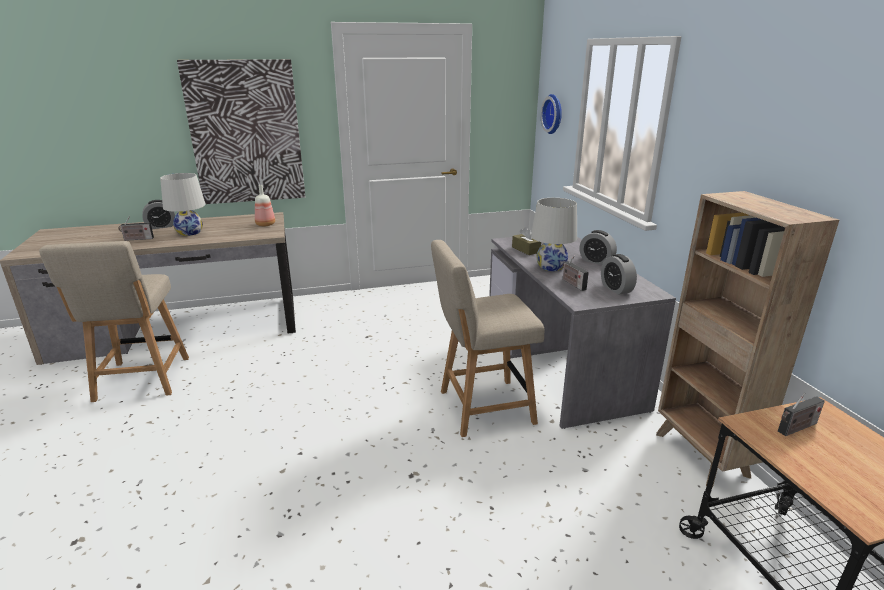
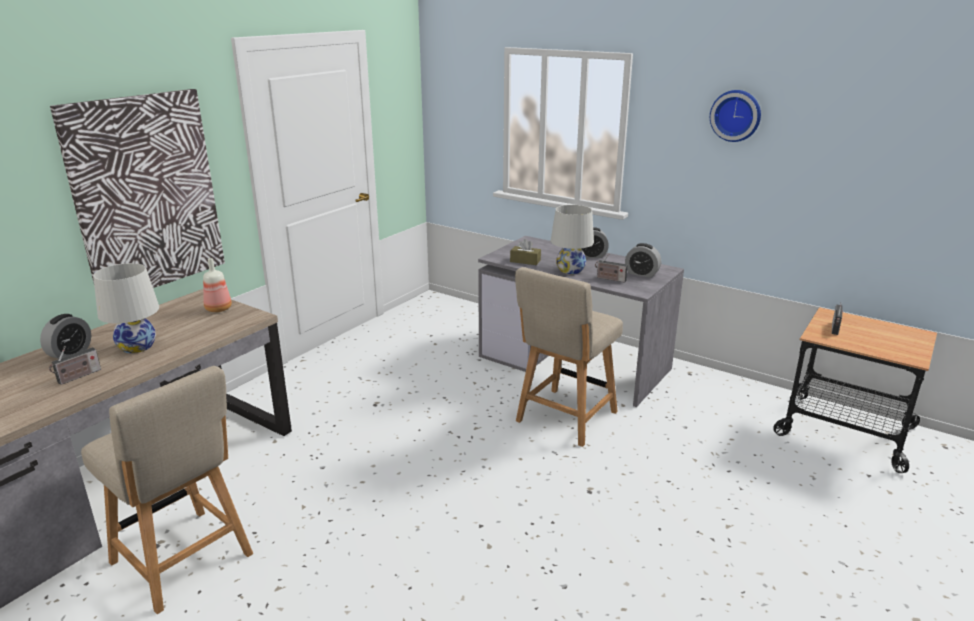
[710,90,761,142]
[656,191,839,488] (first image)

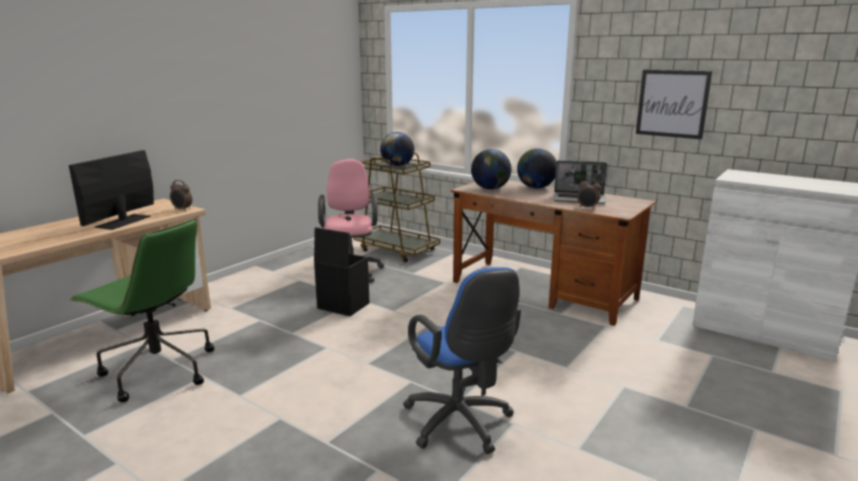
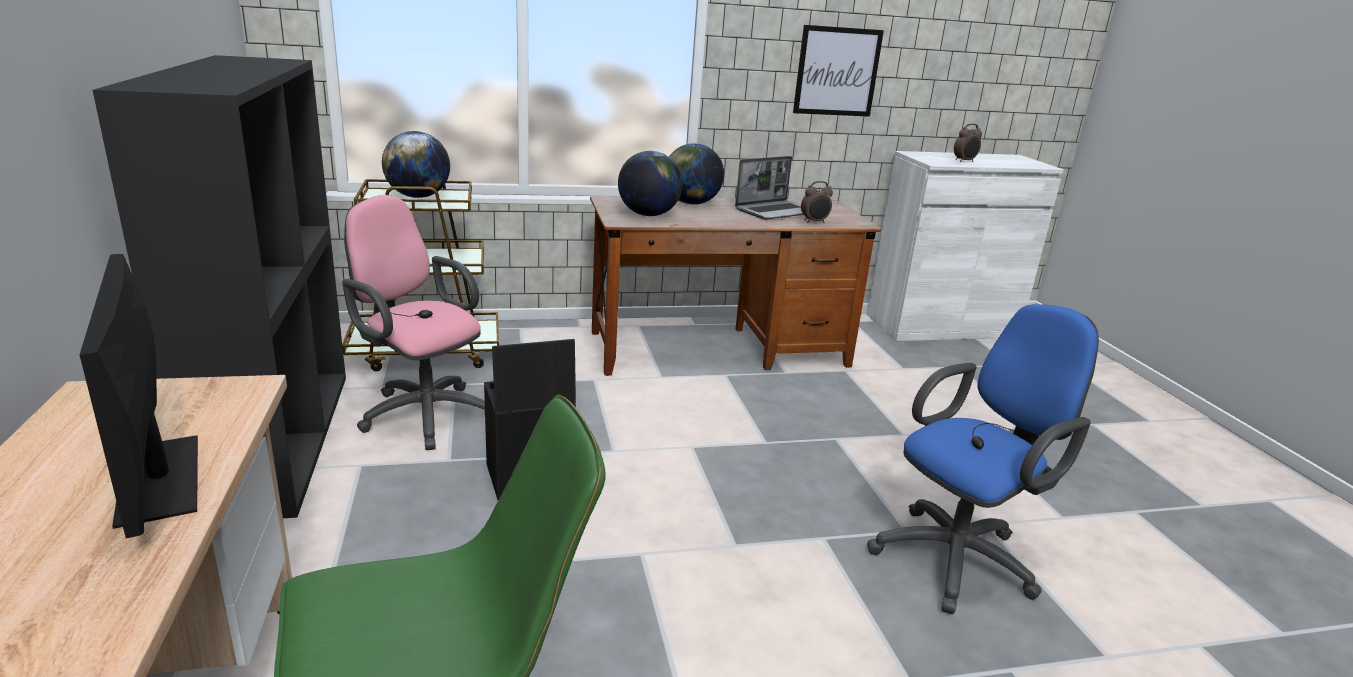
[954,124,982,162]
[867,304,1099,614]
[93,55,346,518]

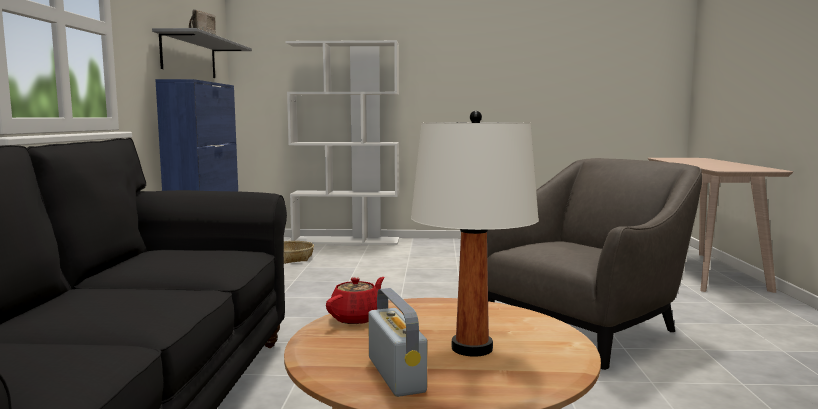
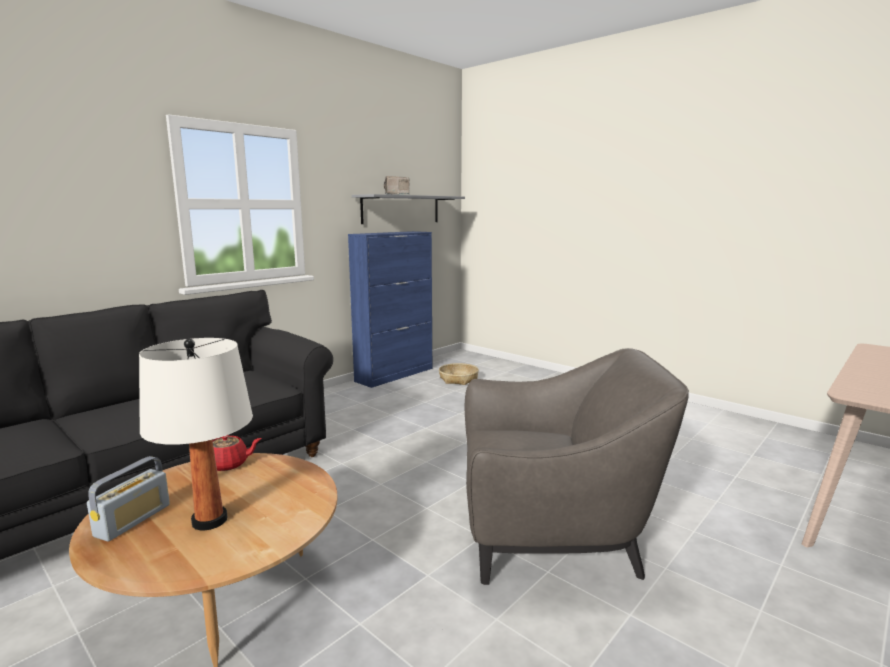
[285,40,399,245] (first image)

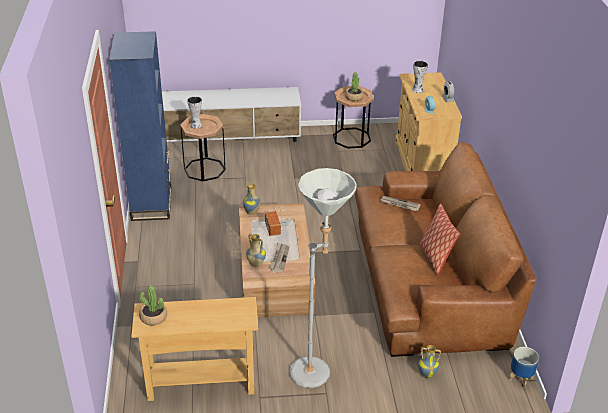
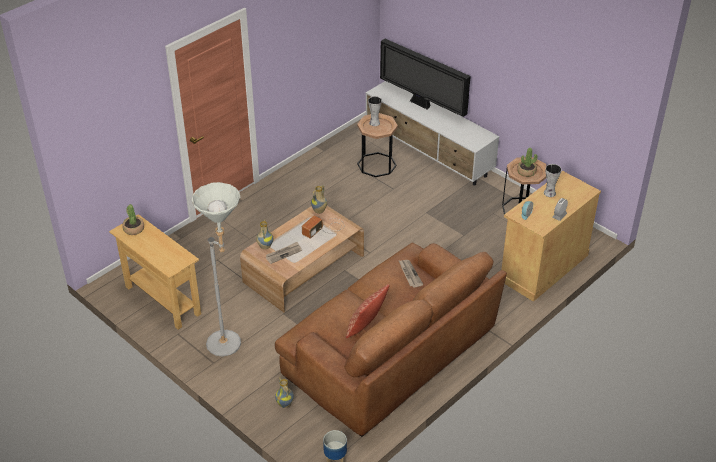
[109,31,171,221] (first image)
[380,39,471,117]

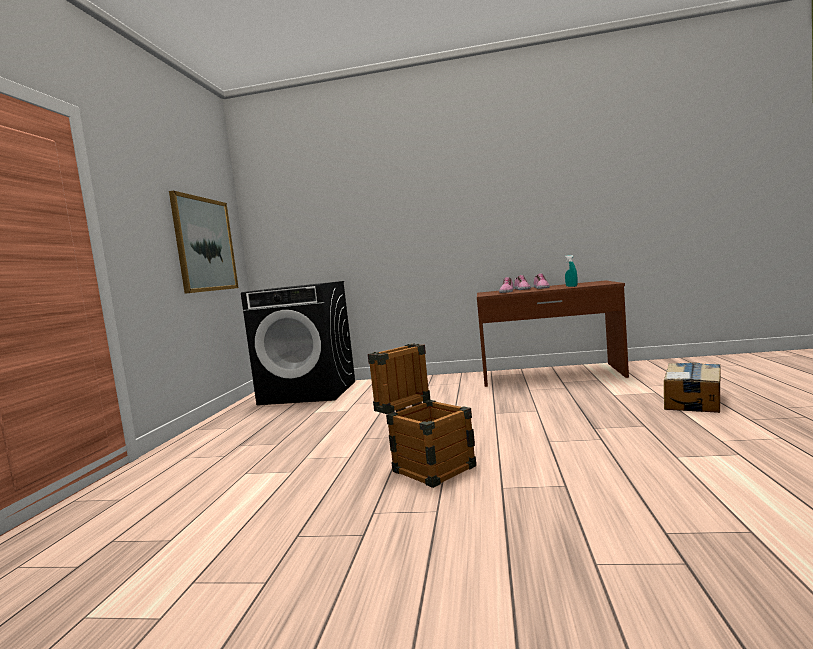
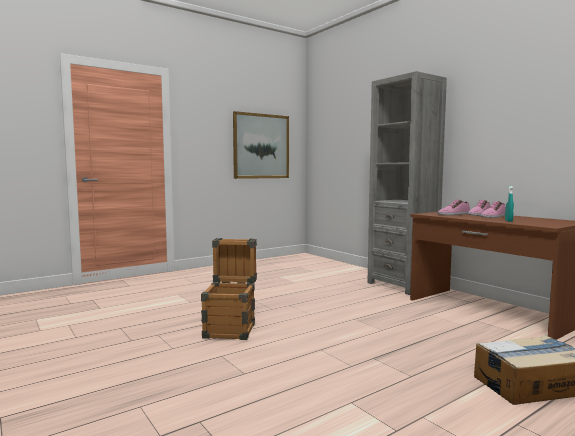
[241,281,355,405] (first image)
[367,71,447,295]

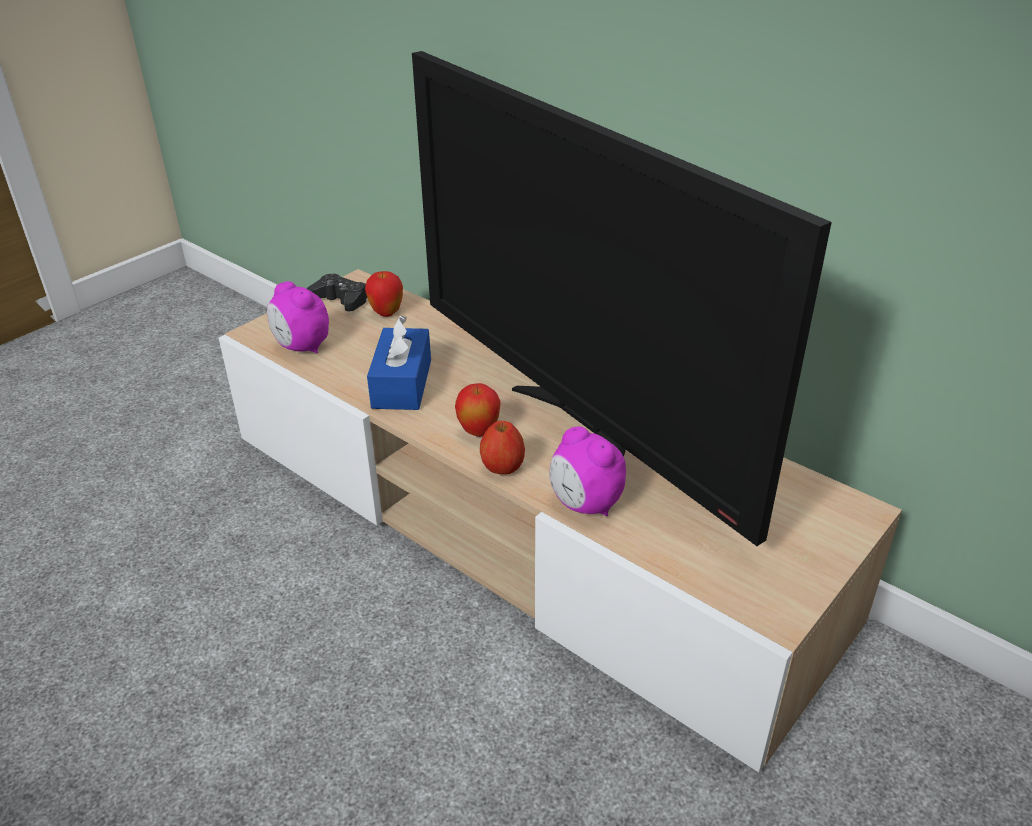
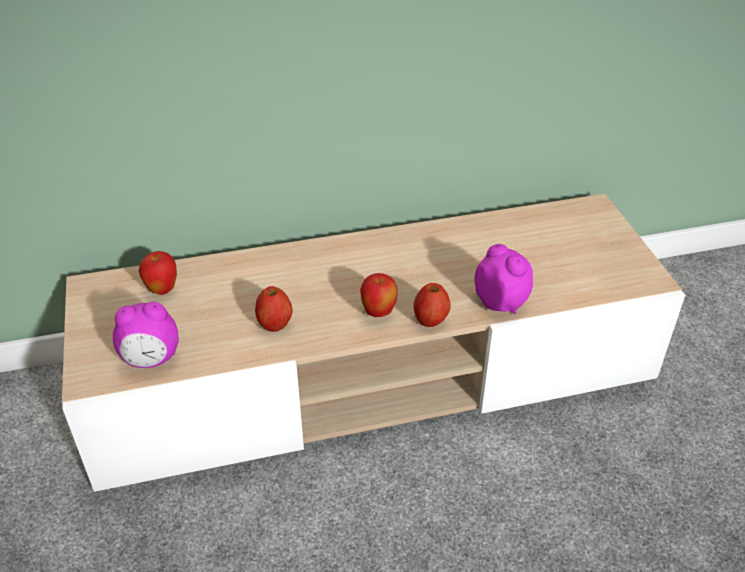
[412,51,832,546] (first image)
[307,273,367,311] (first image)
[255,286,293,332]
[474,244,533,314]

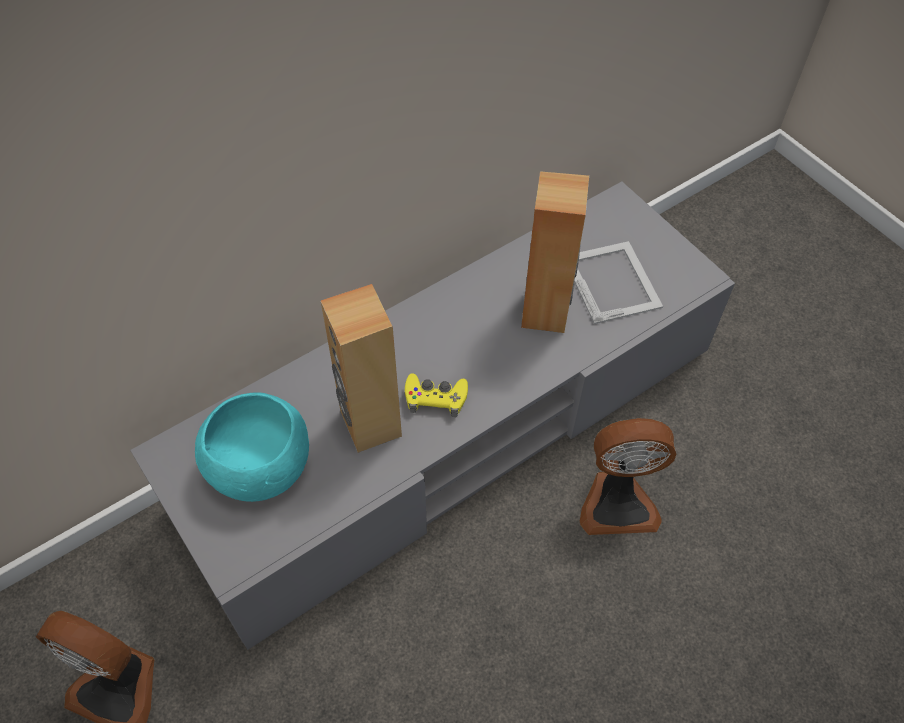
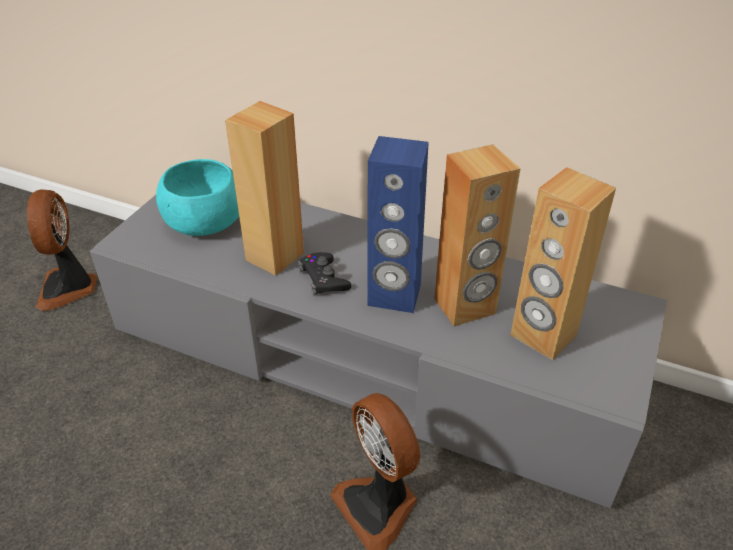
[511,167,616,360]
[298,252,351,295]
[367,136,429,313]

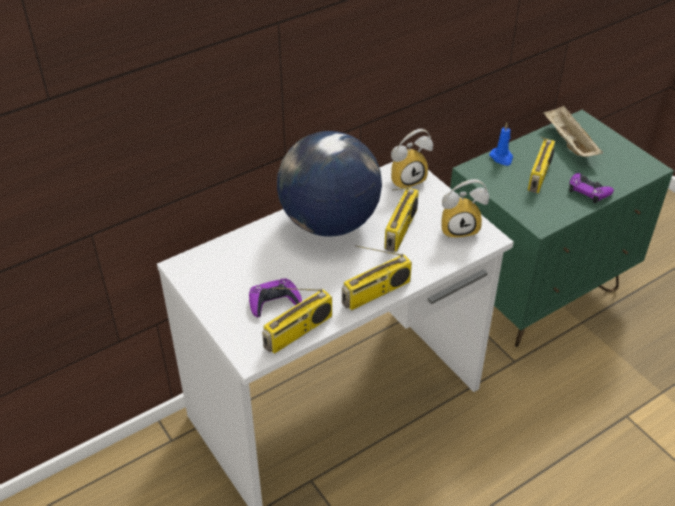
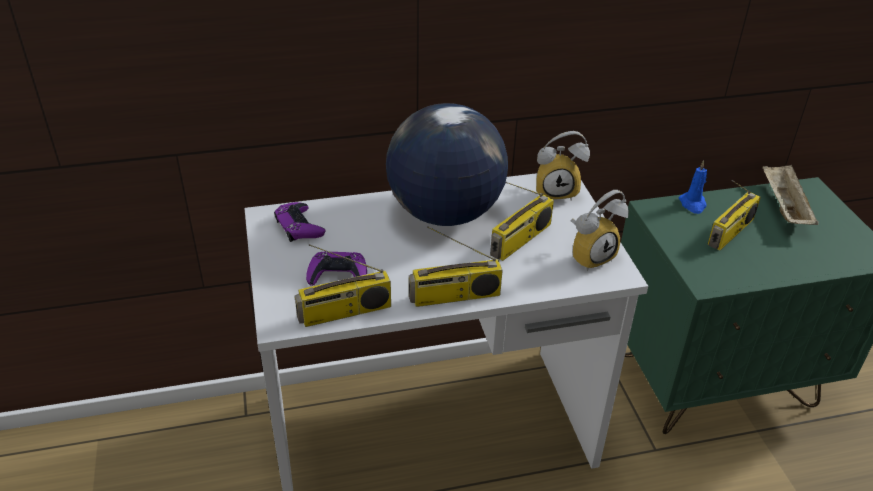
[274,202,326,242]
[571,190,629,271]

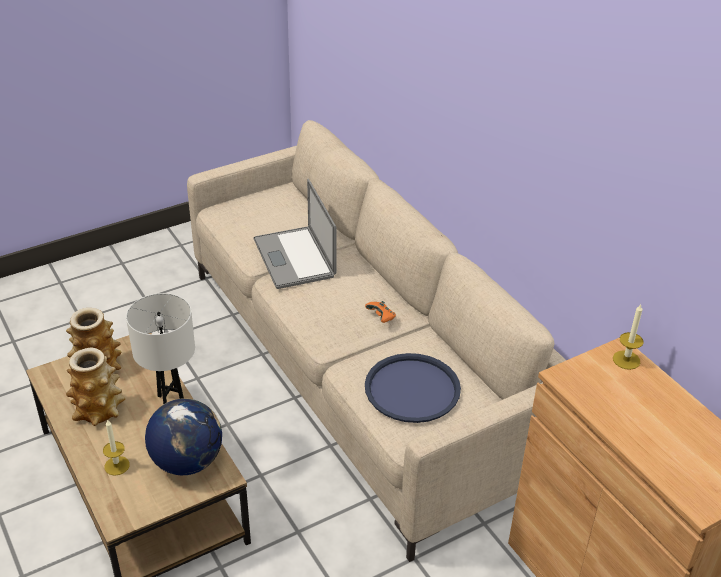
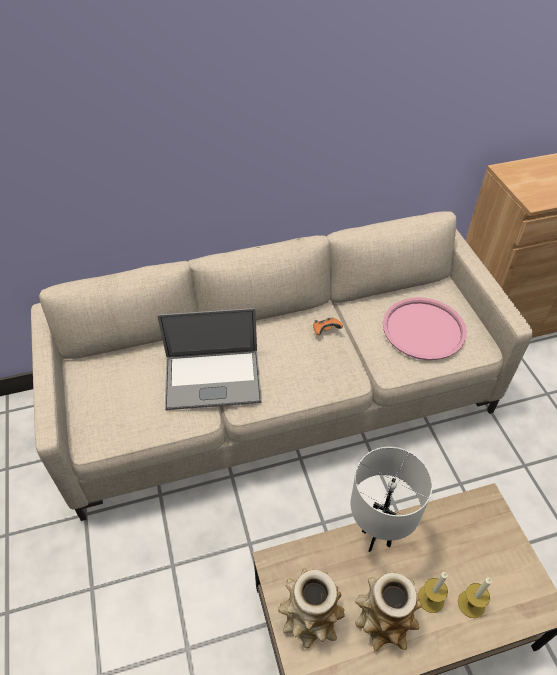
[417,572,448,613]
[383,297,467,360]
[145,398,222,475] (first image)

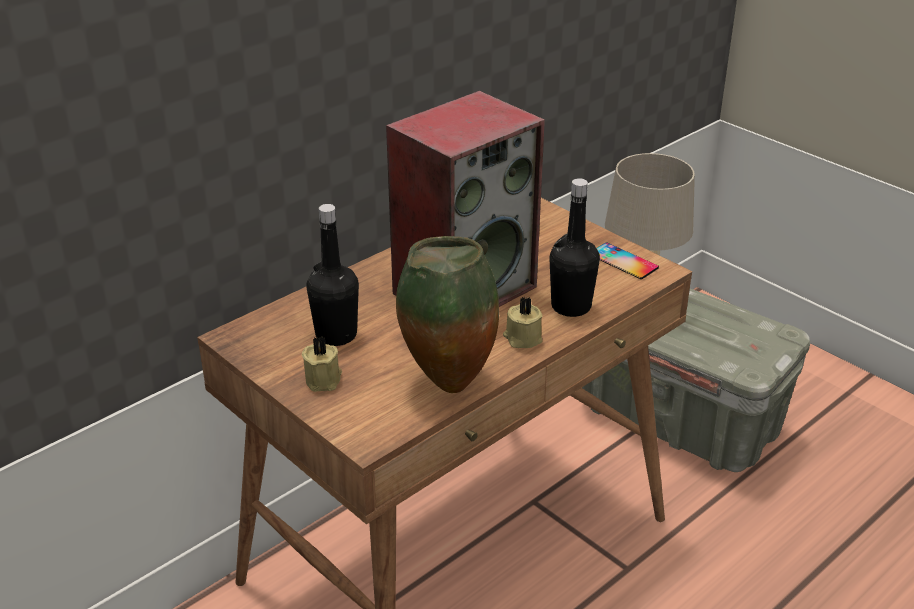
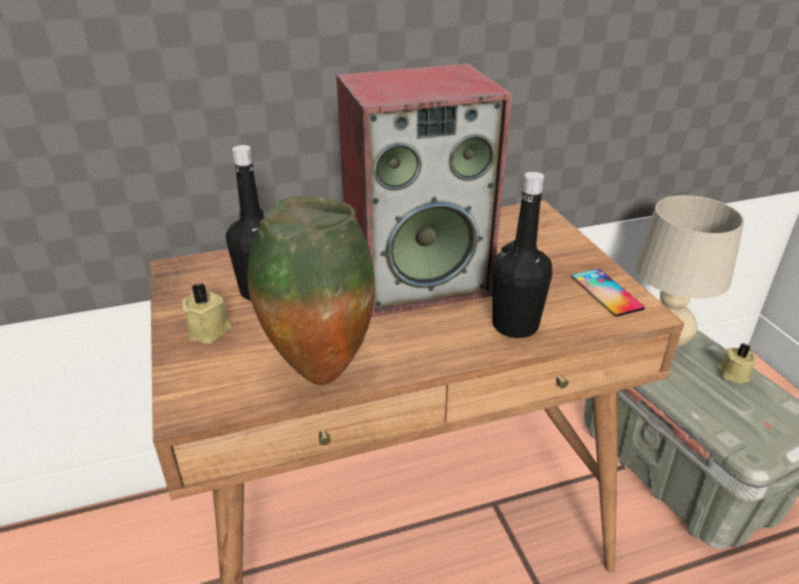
[717,343,756,383]

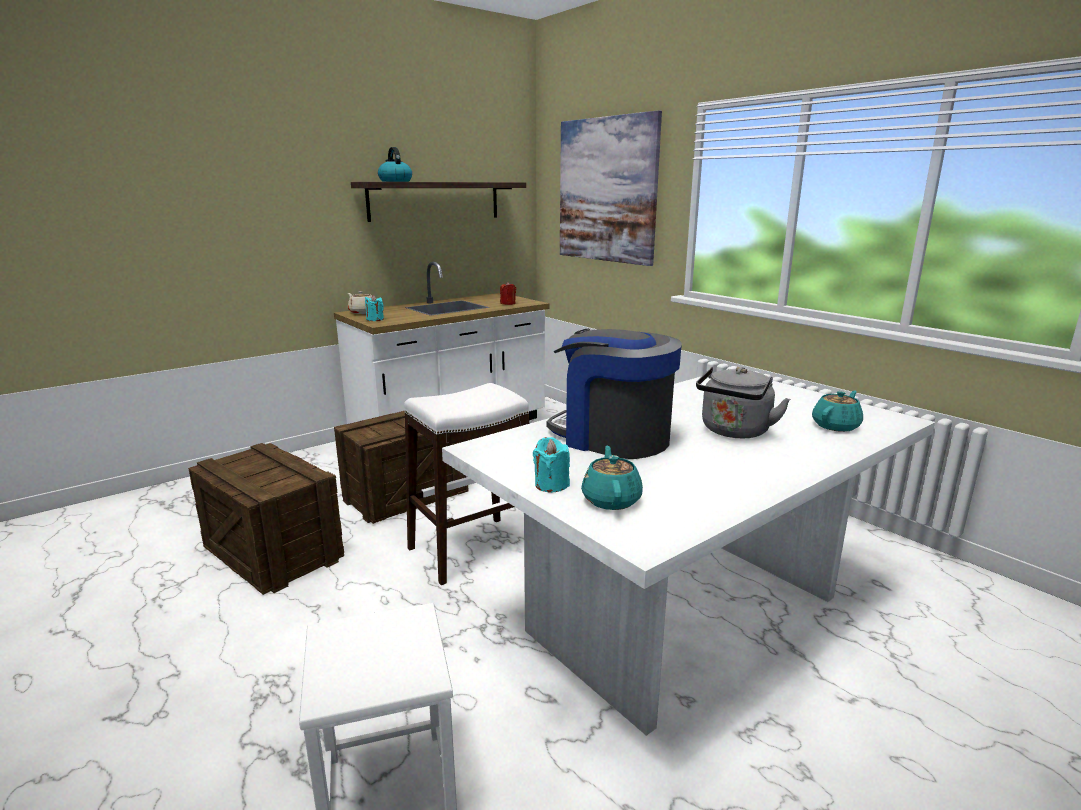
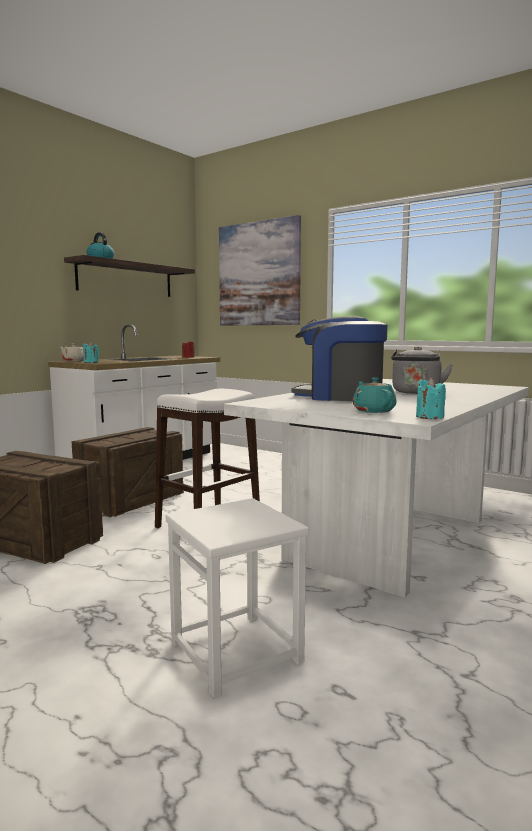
[812,390,863,432] (first image)
[416,378,446,419]

